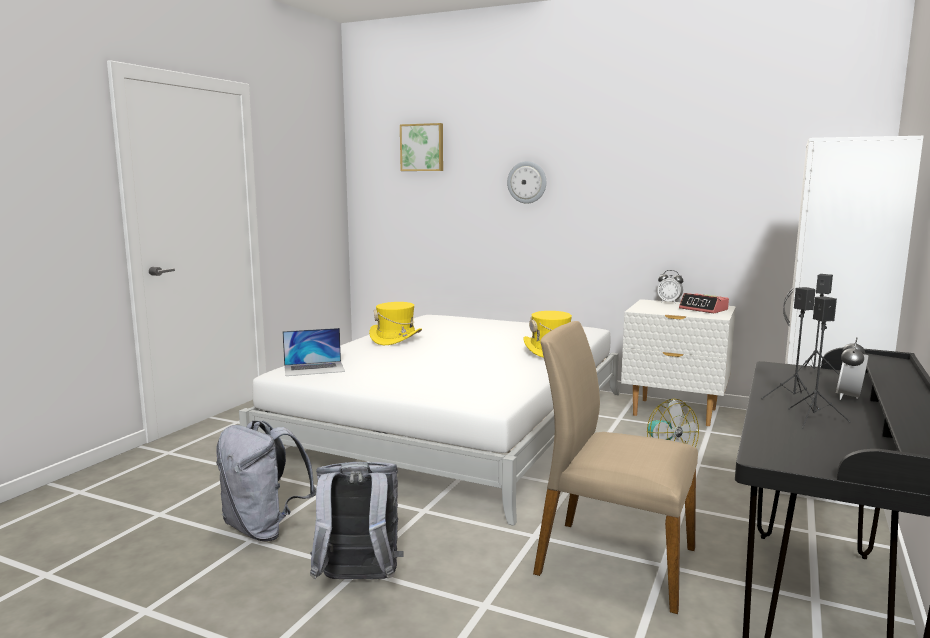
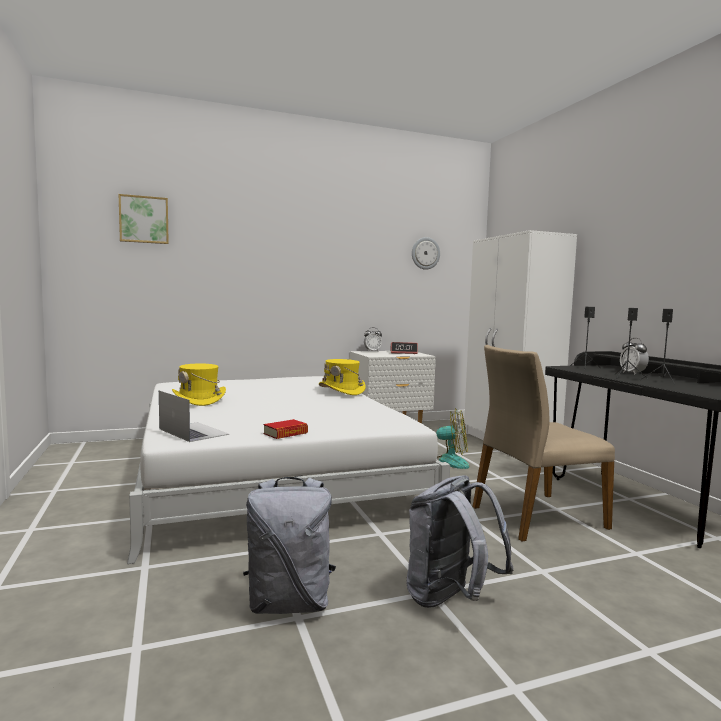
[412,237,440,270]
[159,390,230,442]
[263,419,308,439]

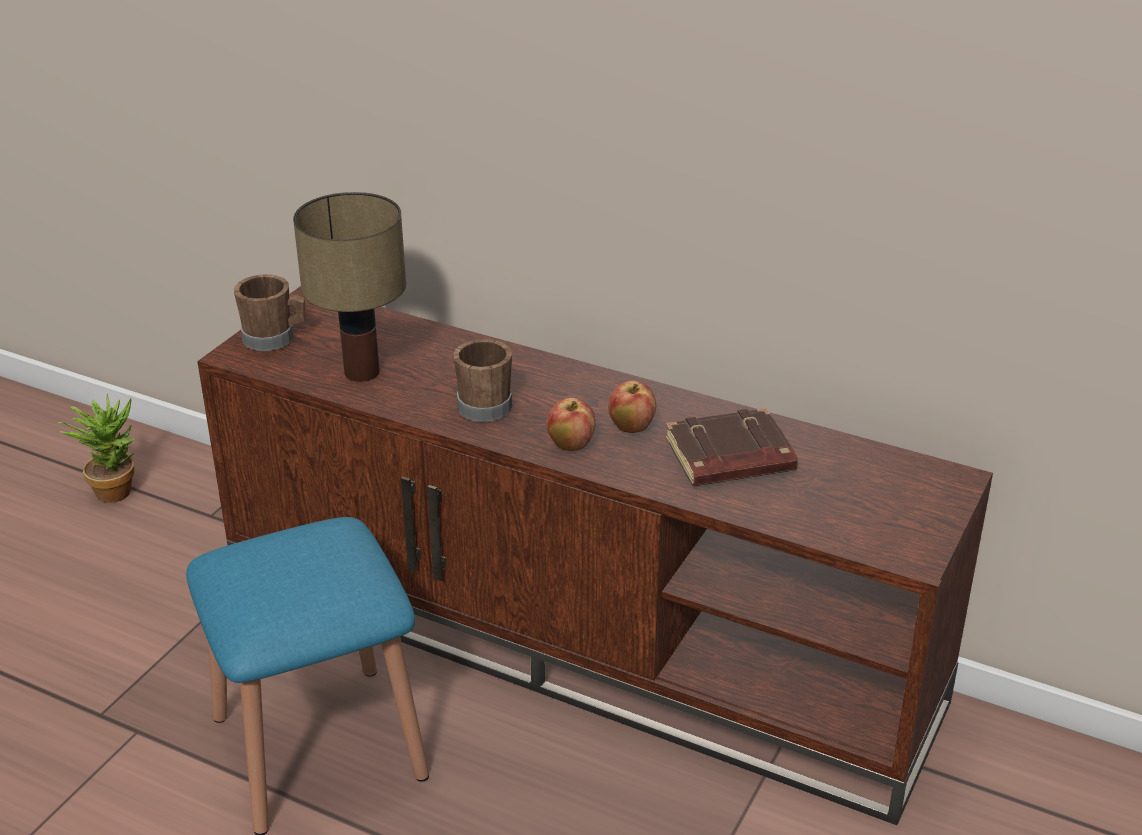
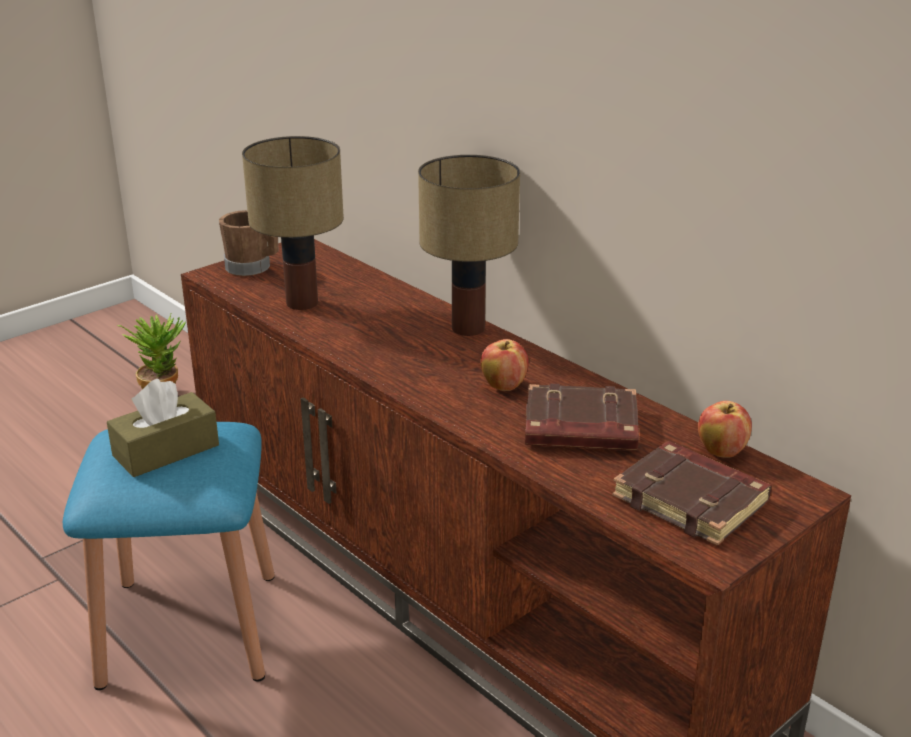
[453,339,512,422] (first image)
[698,401,752,458]
[418,155,520,336]
[107,379,219,477]
[612,441,772,546]

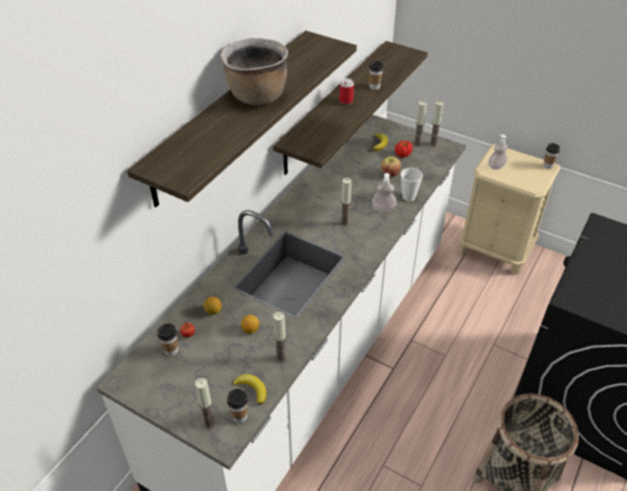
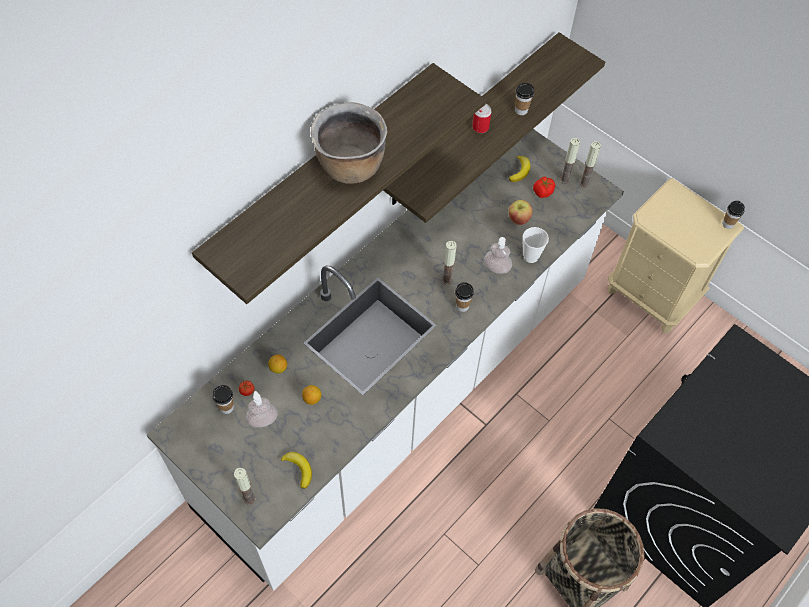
[246,391,278,428]
[273,312,287,363] (first image)
[455,282,474,312]

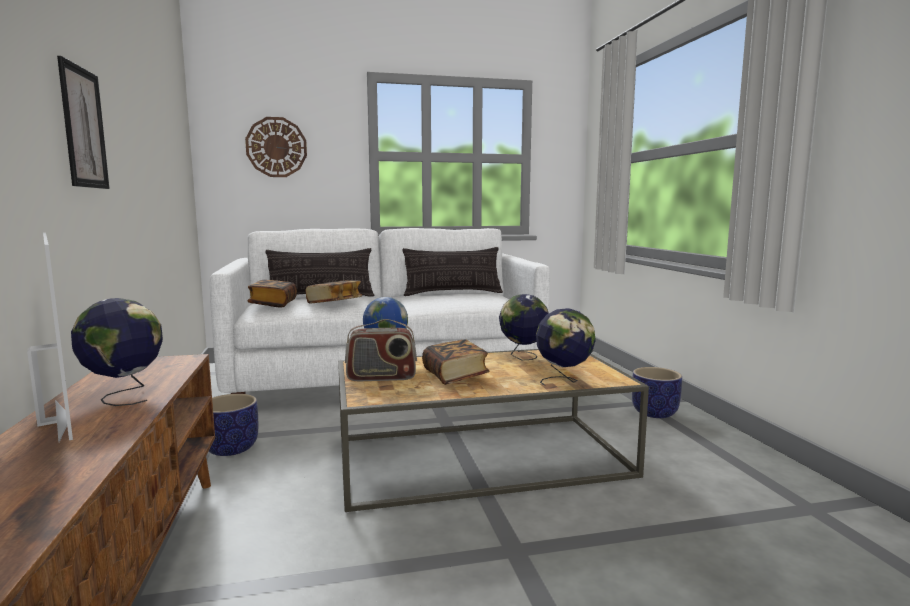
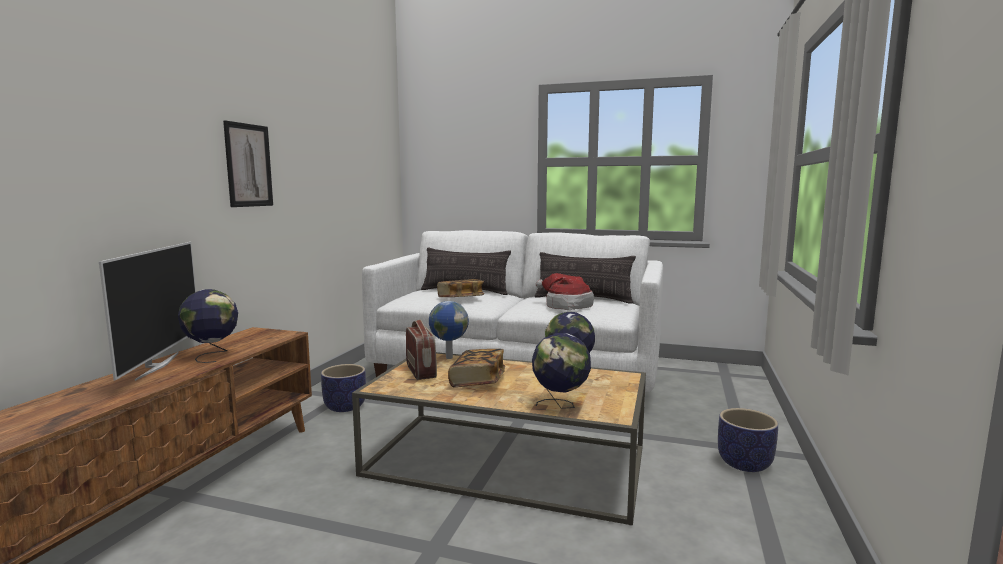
[245,117,307,177] (first image)
[247,280,297,308] (first image)
[406,319,437,380]
[536,273,594,310]

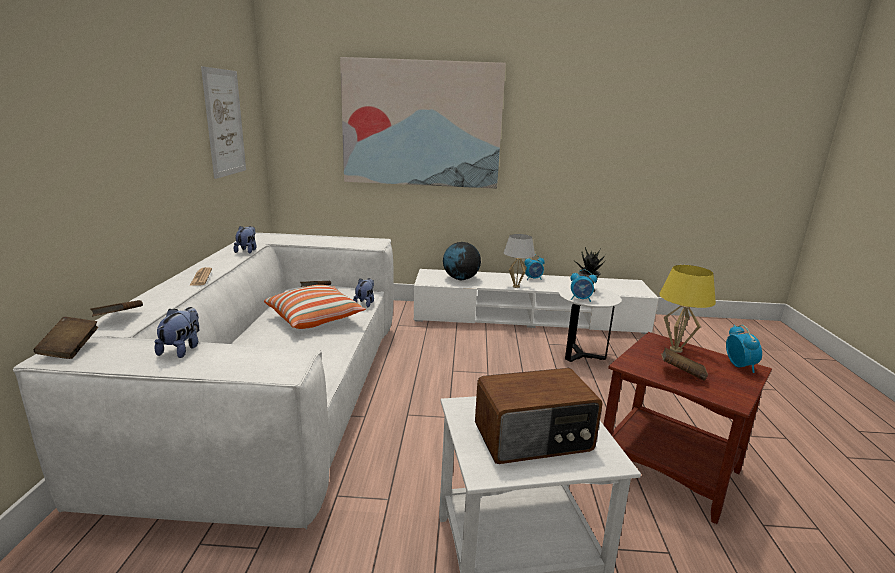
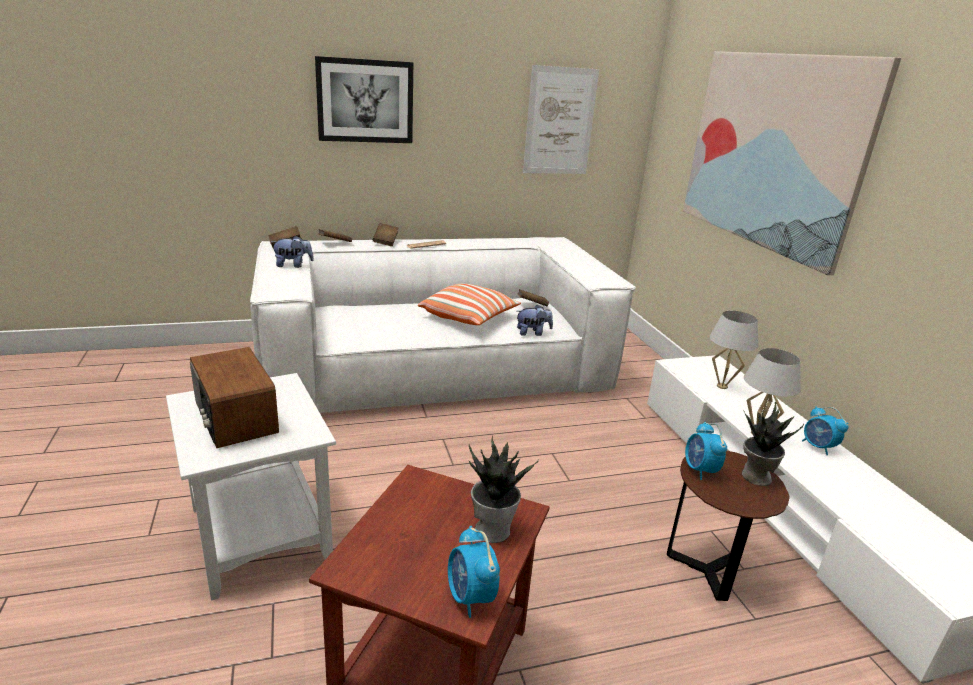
[233,226,257,254] (first image)
[710,311,758,389]
[469,436,539,543]
[667,451,789,601]
[448,526,500,618]
[373,223,399,246]
[315,56,413,143]

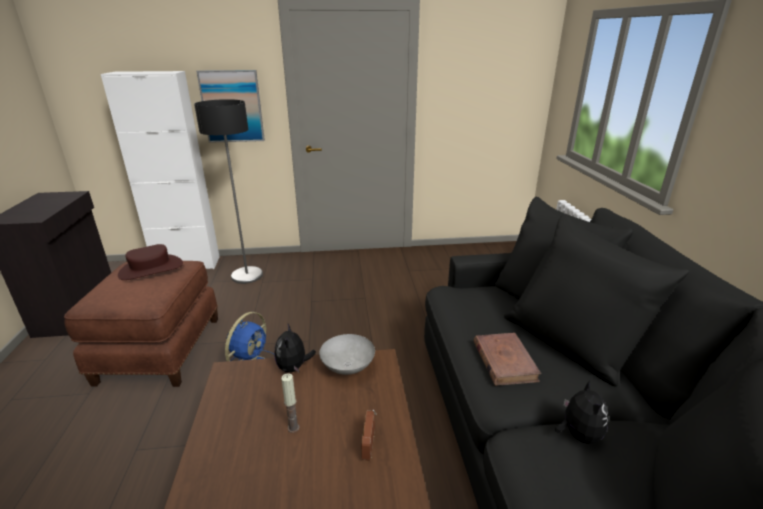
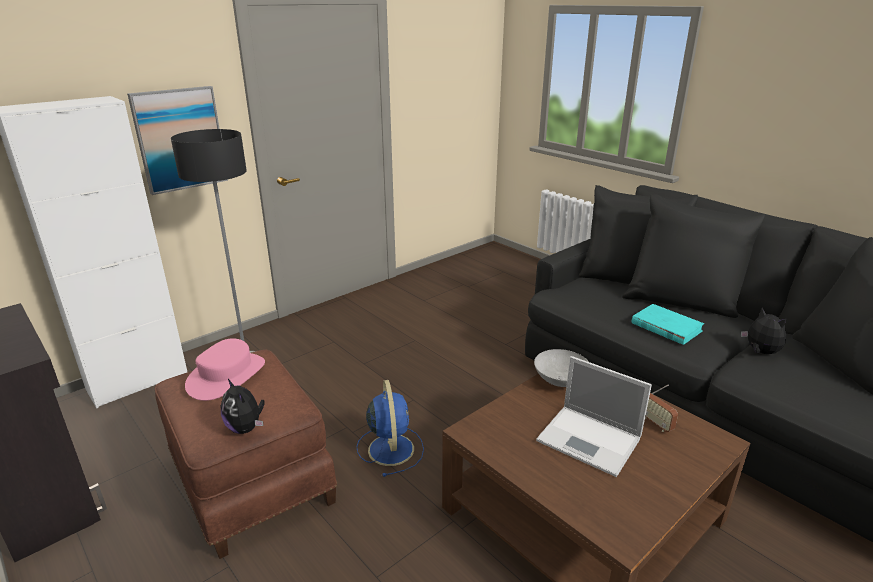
[185,338,265,401]
[221,379,265,434]
[632,304,704,345]
[536,356,652,477]

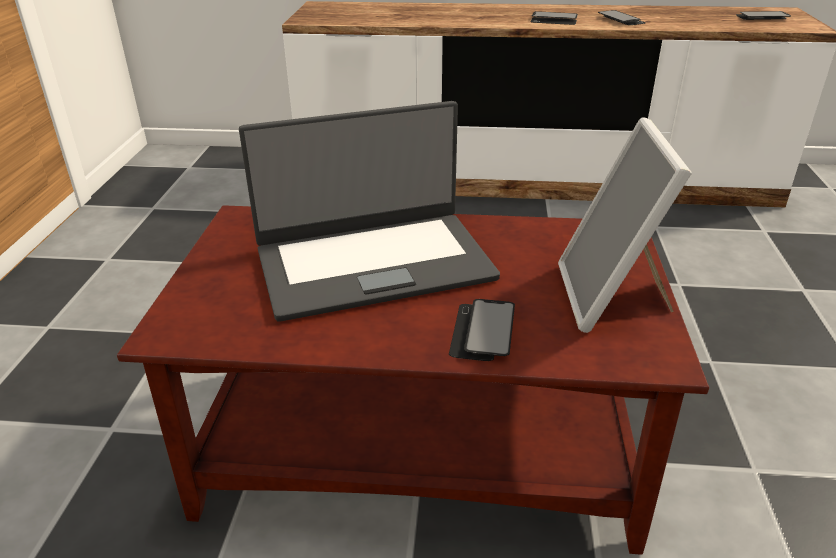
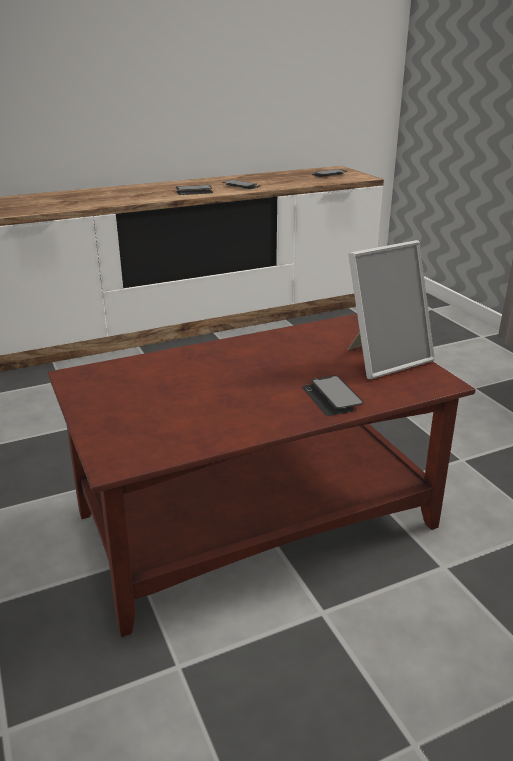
[239,101,500,322] (first image)
[348,240,435,379]

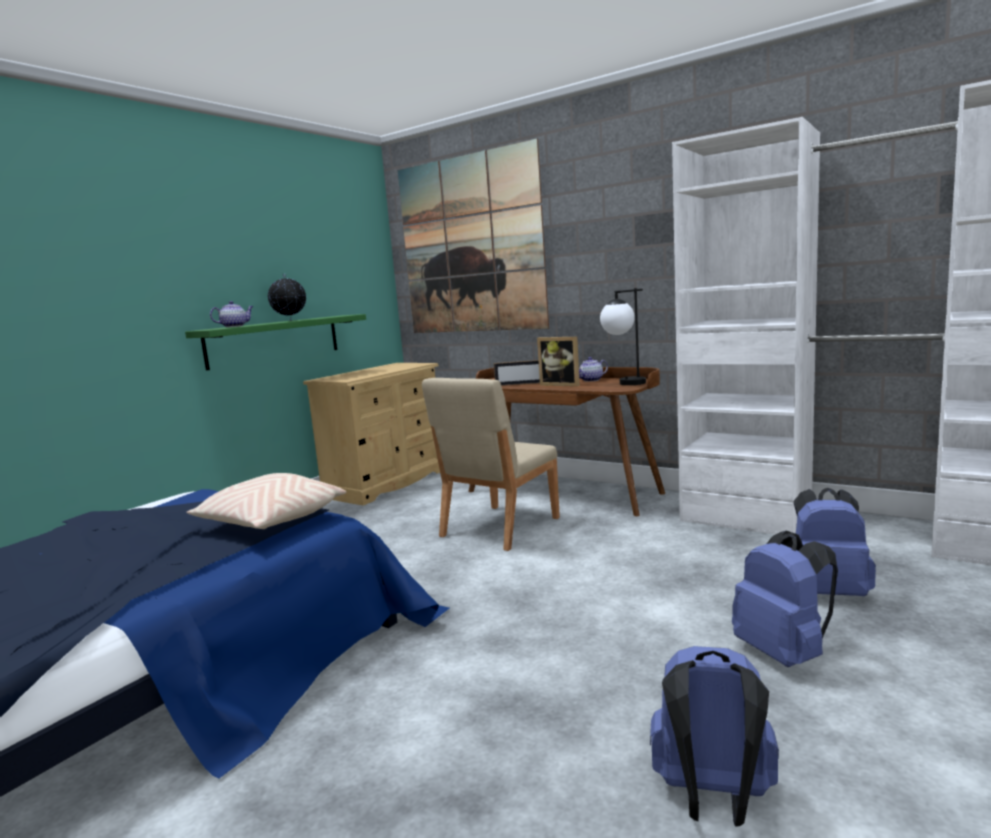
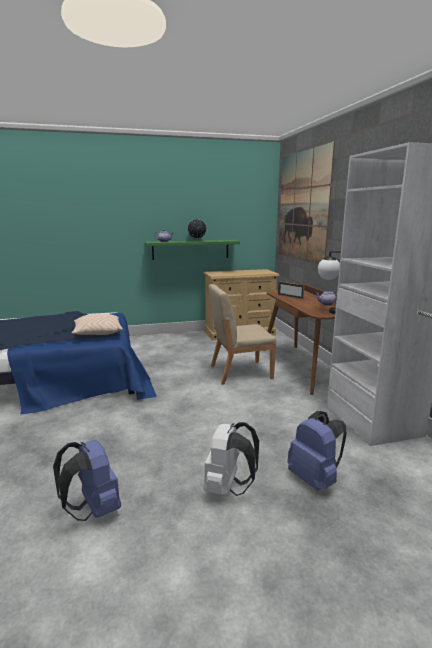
[537,337,580,387] (first image)
[204,422,259,496]

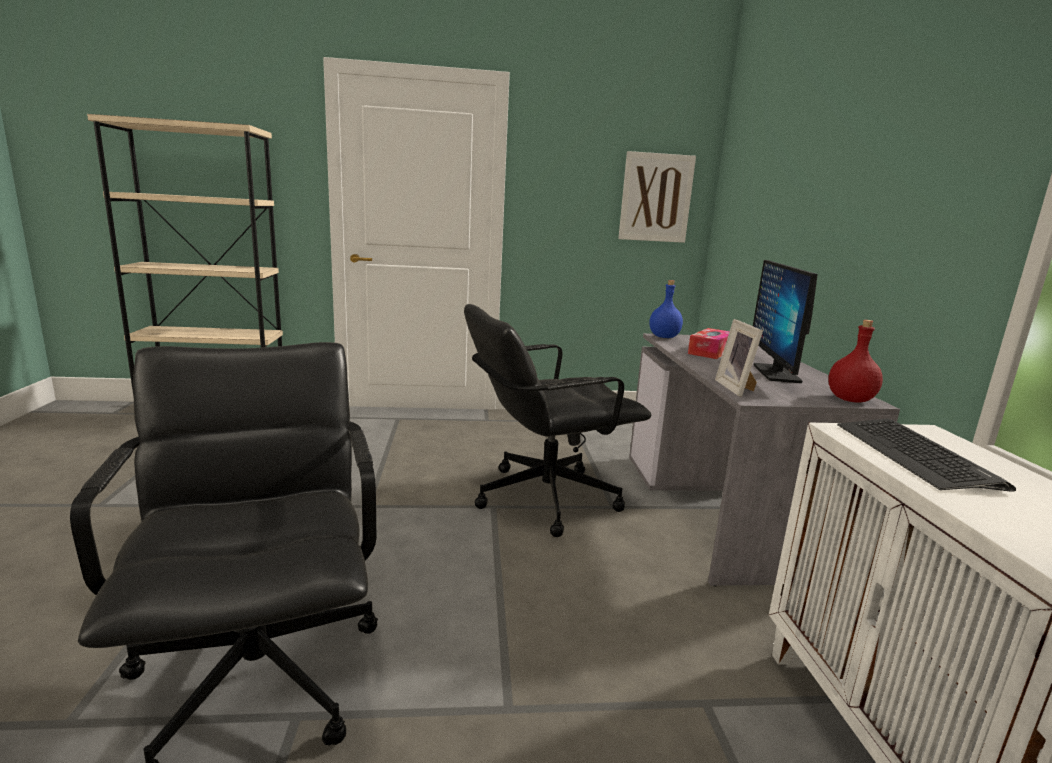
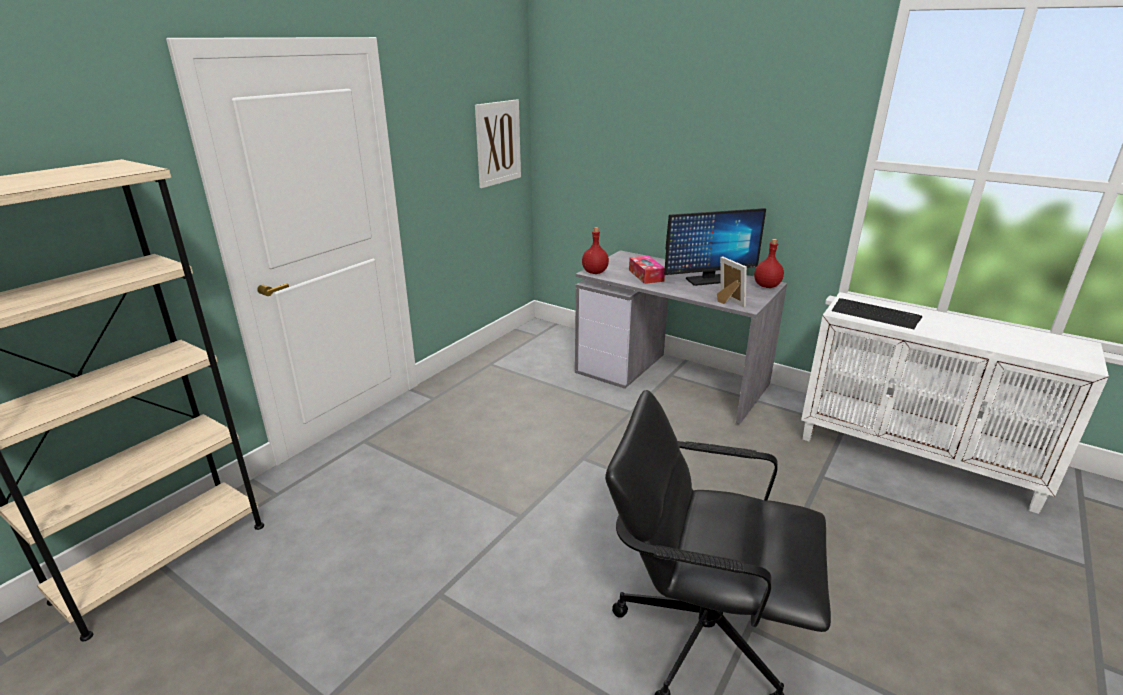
[664,208,766,286]
[582,227,609,274]
[464,304,651,537] (first image)
[717,256,747,307]

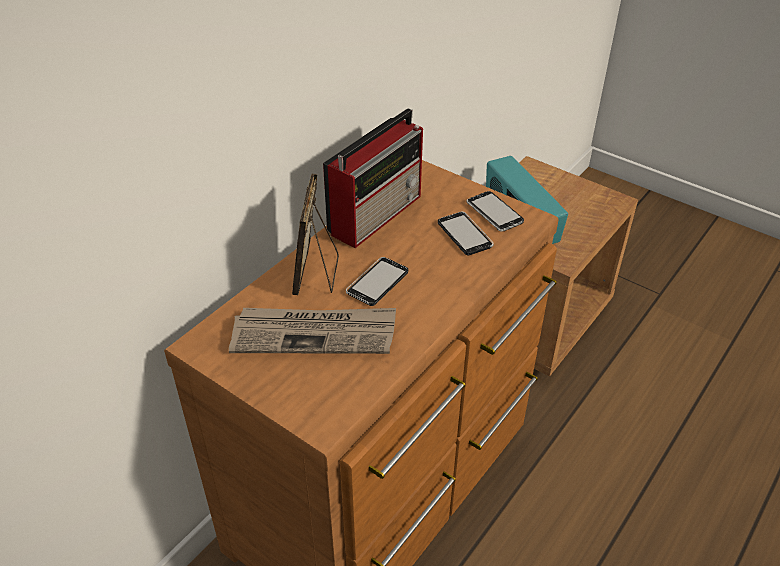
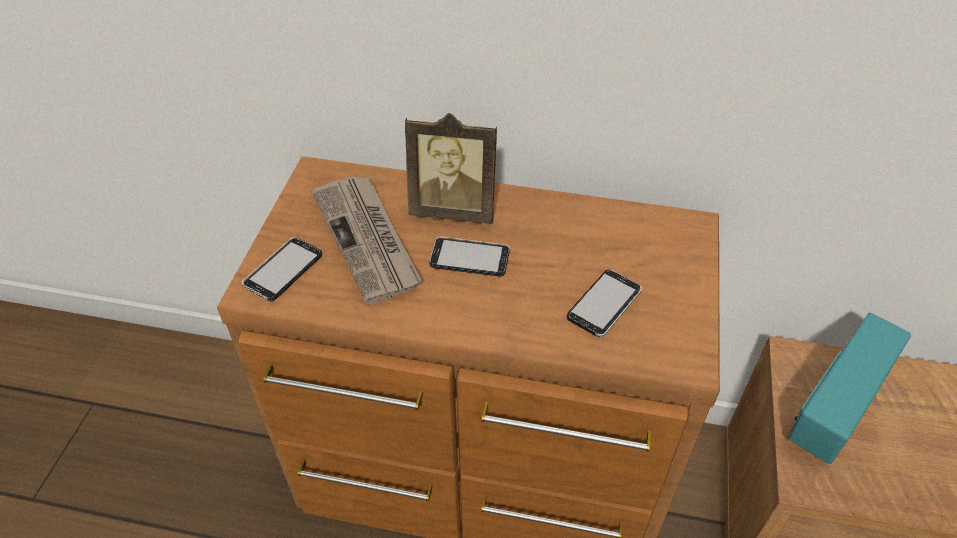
[323,108,423,248] (first image)
[405,113,497,224]
[242,237,322,301]

